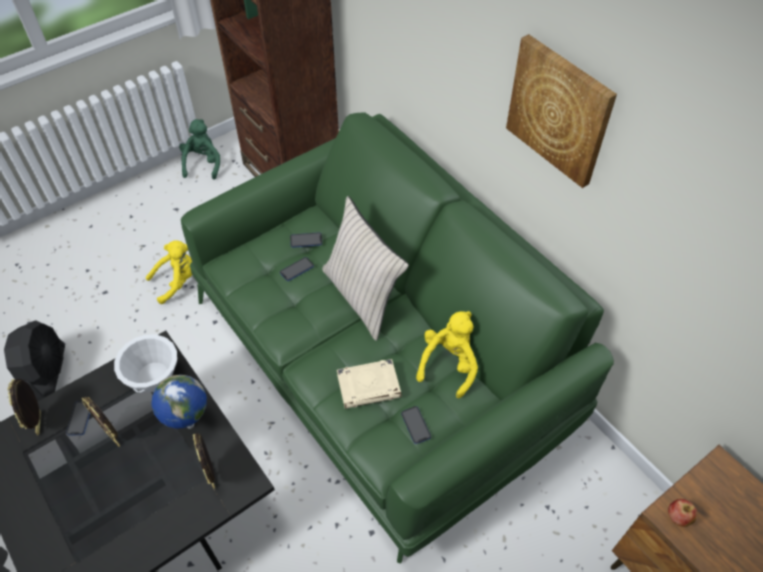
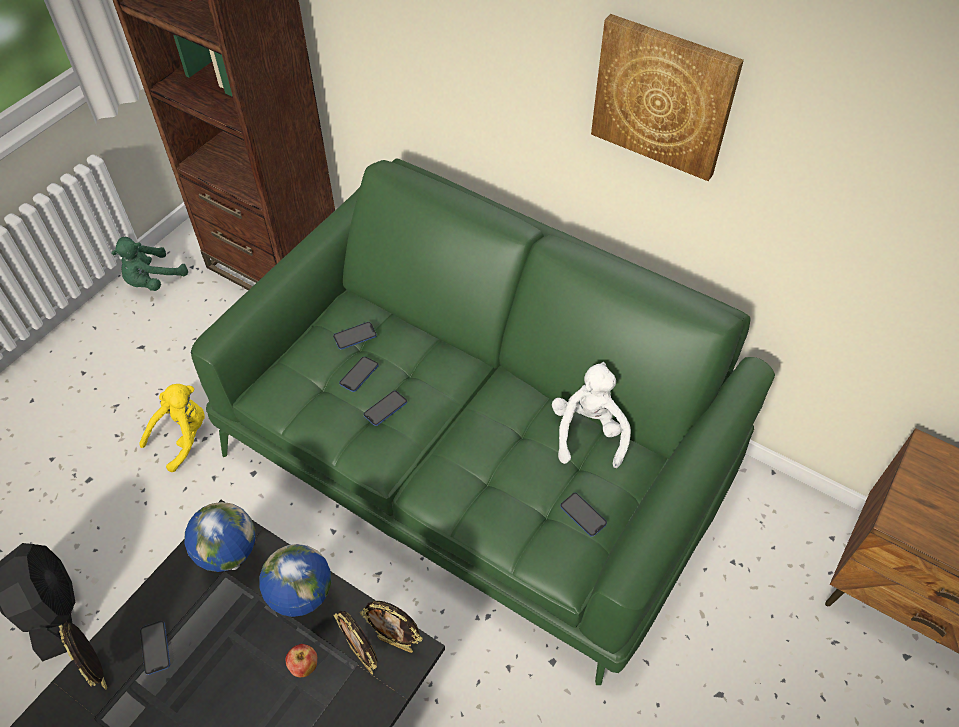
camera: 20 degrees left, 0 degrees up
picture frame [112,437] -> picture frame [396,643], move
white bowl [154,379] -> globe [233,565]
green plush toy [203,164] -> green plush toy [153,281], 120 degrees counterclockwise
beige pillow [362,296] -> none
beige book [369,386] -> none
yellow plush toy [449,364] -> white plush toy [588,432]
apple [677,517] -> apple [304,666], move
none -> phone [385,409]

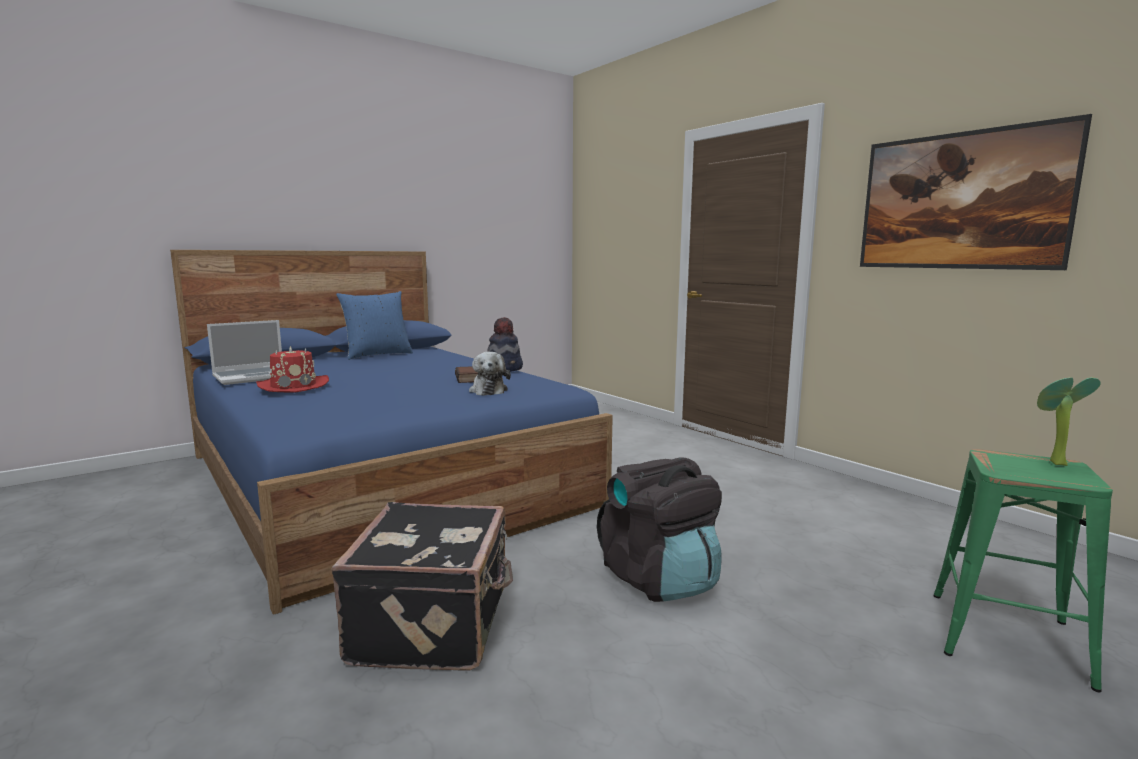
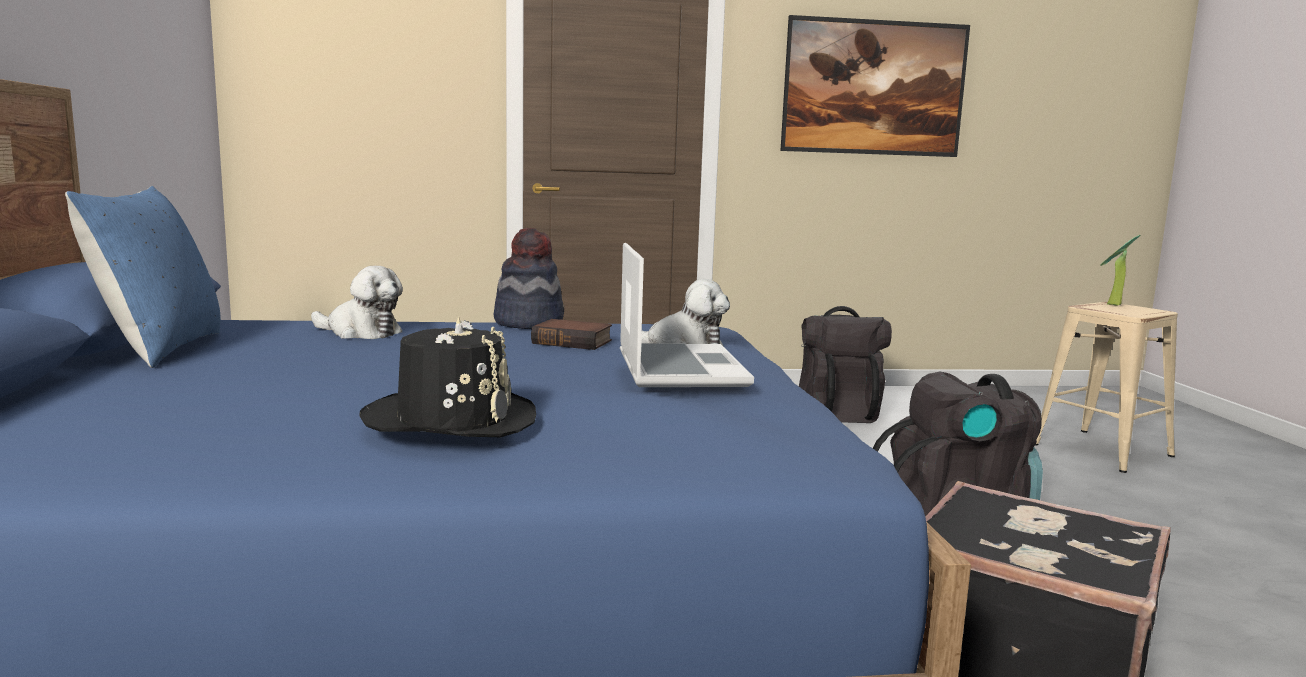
camera: 60 degrees left, 0 degrees up
laptop [255,377] -> laptop [677,369], move
red hat [293,386] -> black hat [451,419]
green stool [1007,638] -> beige stool [1103,450]
none -> plush toy [360,332]
none -> black backpack [837,412]

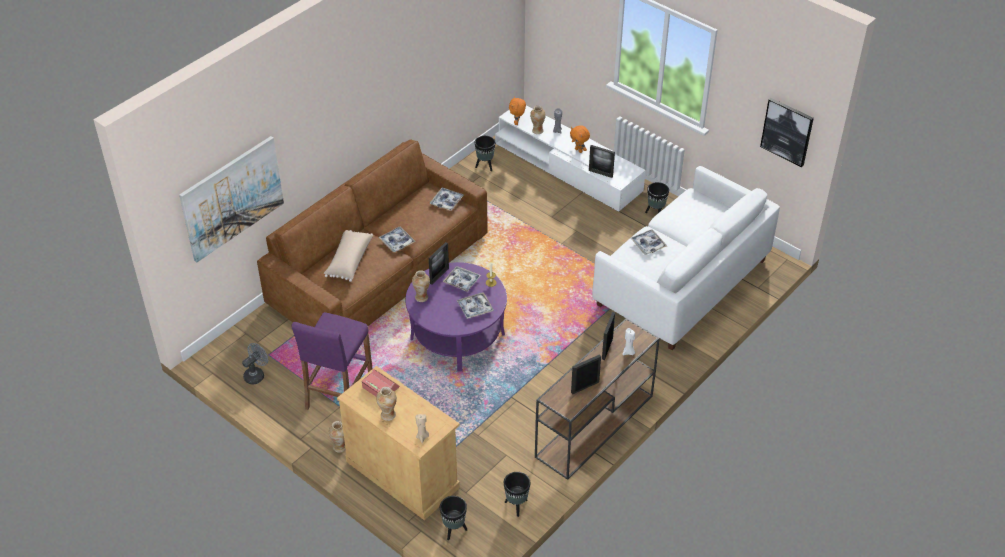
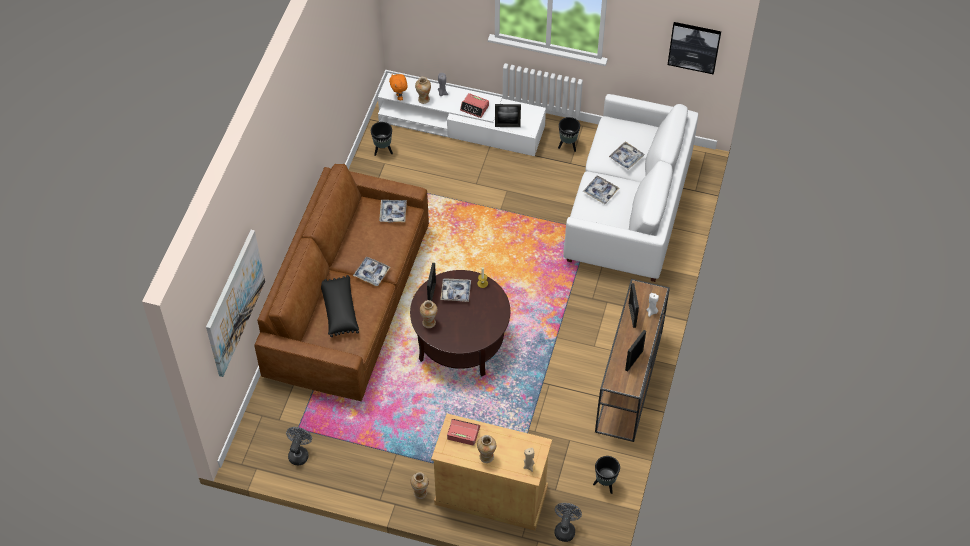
camera: 25 degrees left, 10 degrees up
purple stool [339,392] -> none
beige pillow [348,260] -> black pillow [339,310]
purple coffee table [457,336] -> brown coffee table [460,341]
black planter [453,530] -> grey fan [565,529]
tray [475,308] -> tray [626,158], move
orange plush toy [579,150] -> alarm clock [474,108]

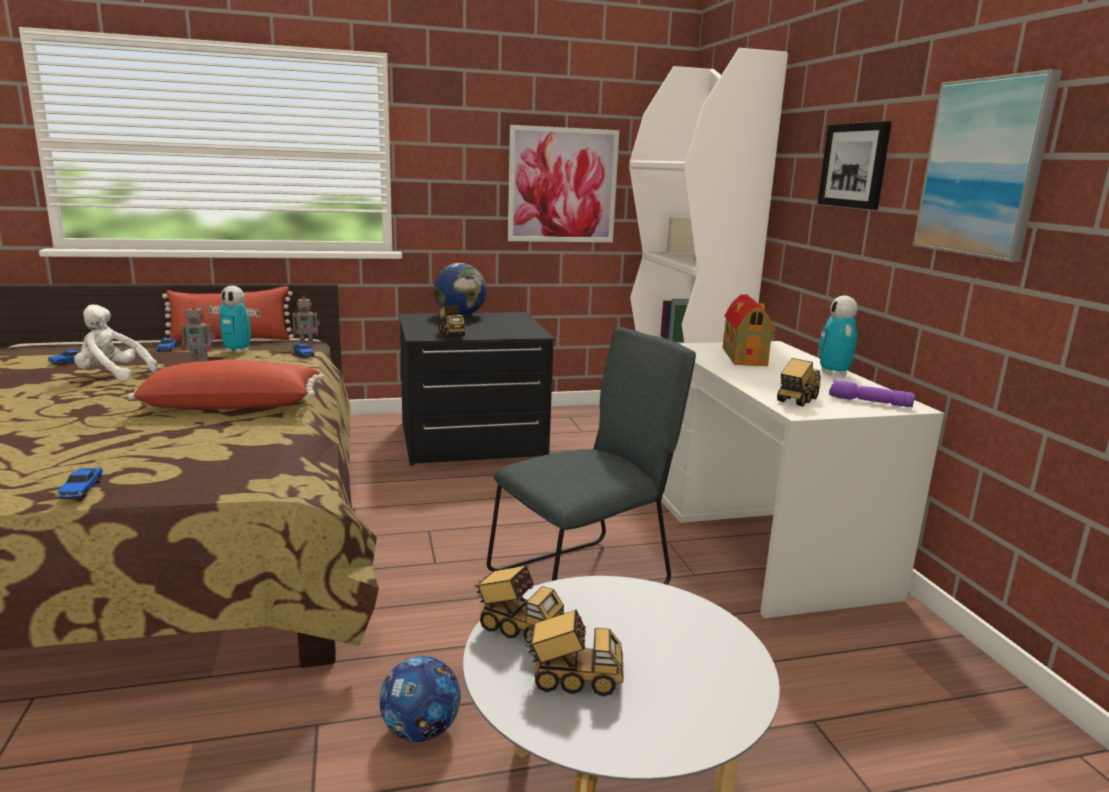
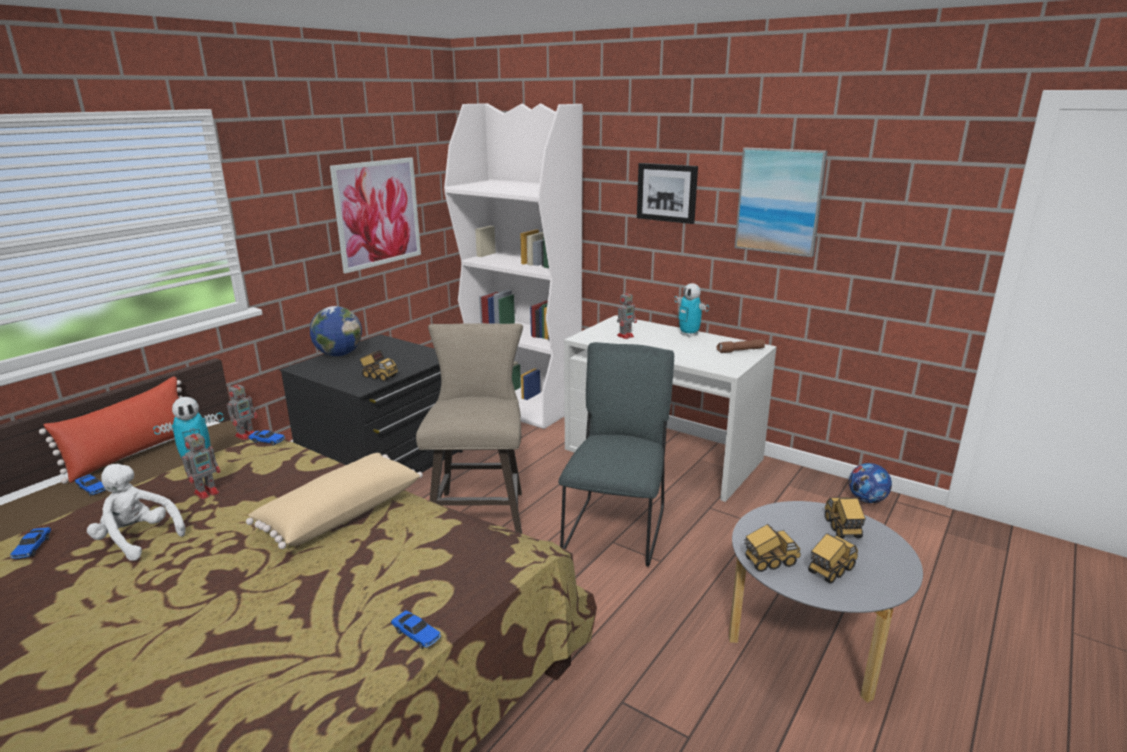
camera: 40 degrees left, 5 degrees up
white plush toy [112,375] -> white plush toy [138,539], 60 degrees clockwise
red pillow [233,405] -> beige pillow [340,513]
football [420,730] -> football [866,500], move
toy house [744,356] -> toy robot [626,336]
toy truck [796,400] -> toy truck [842,529], move
purple flashlight [869,402] -> brown flashlight [740,351]
none -> beige stool [480,509]

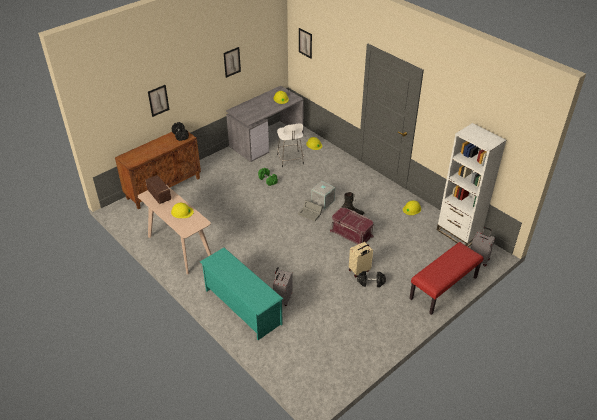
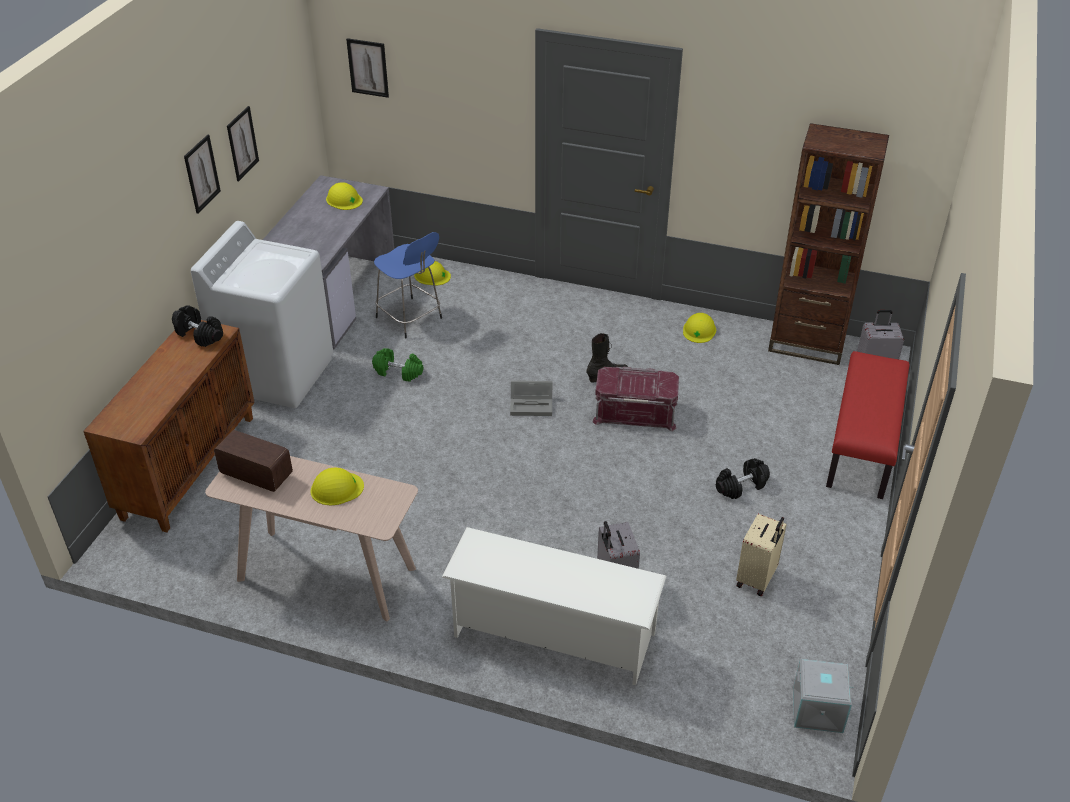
camera: 30 degrees left, 0 degrees up
picture [158,100] -> picture [202,174], move
turquoise shoe rack [242,307] -> white shoe rack [552,635]
white stool [290,160] -> blue stool [410,319]
grey storage box [322,201] -> grey storage box [817,710], move
beige suitcase [359,271] -> beige suitcase [757,579], move
white bookcase [458,233] -> brown bookcase [807,343]
none -> white washing machine [277,373]

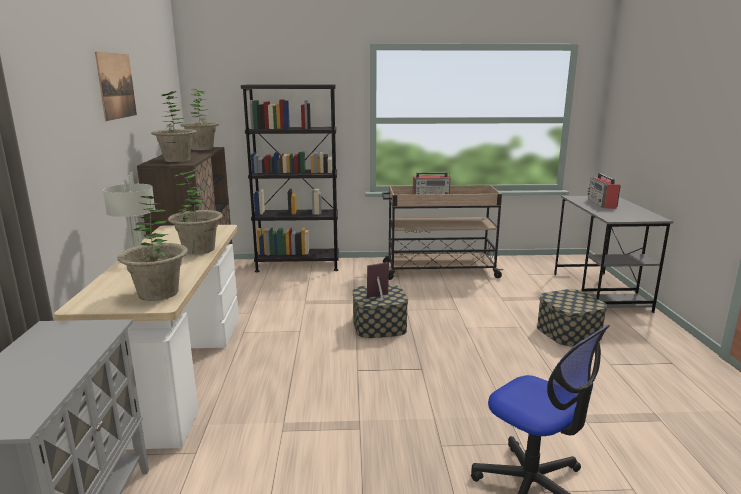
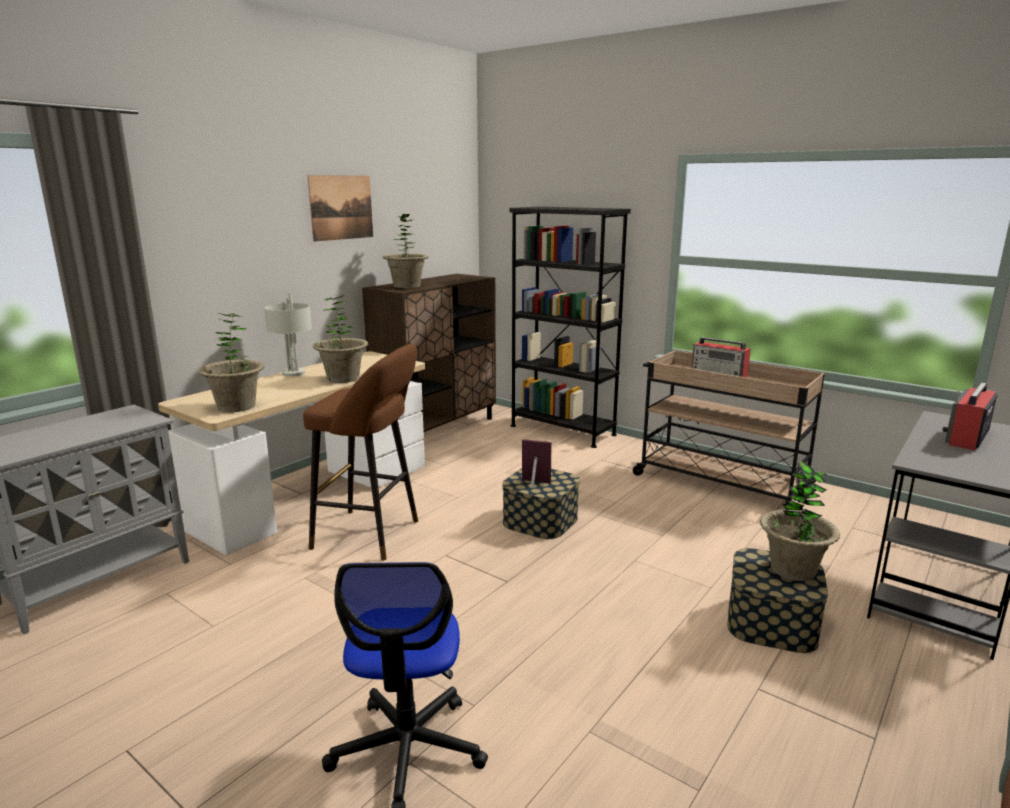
camera: 40 degrees right, 0 degrees up
potted plant [202,148] -> potted plant [792,569], move
none -> brown stool [372,535]

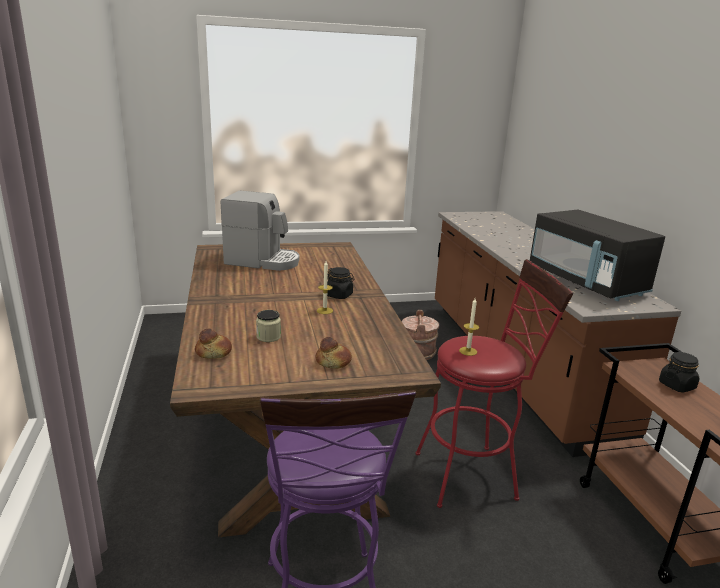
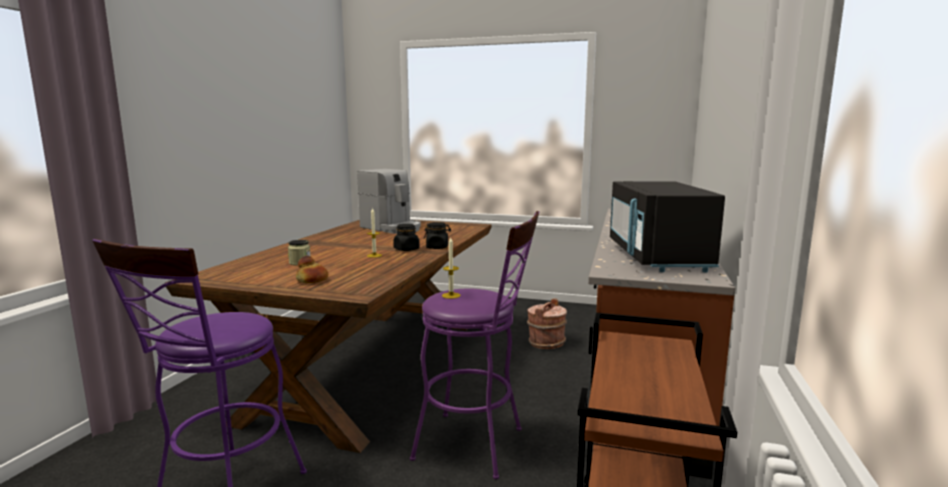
camera: 30 degrees right, 10 degrees down
bread [214,353] -> none
red stool [473,474] -> purple stool [478,445]
black jar [677,385] -> black jar [437,247], move

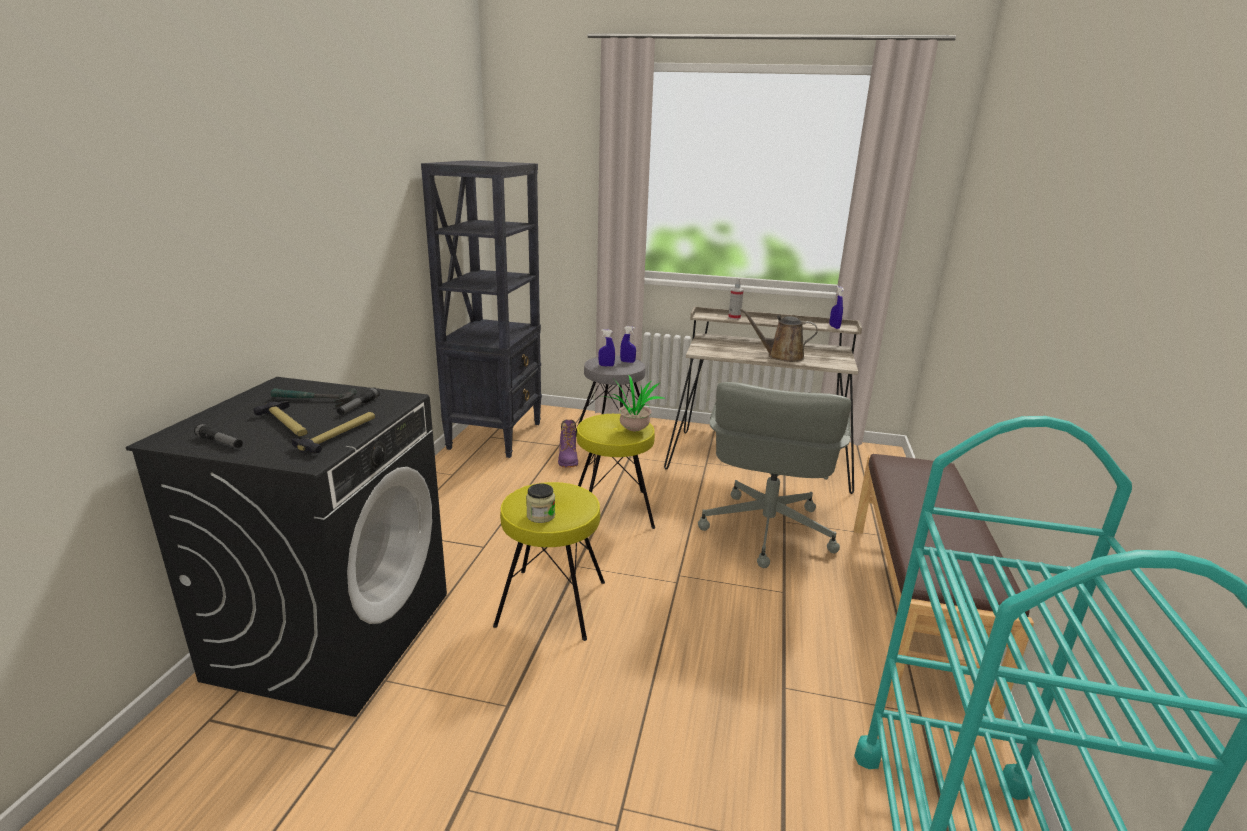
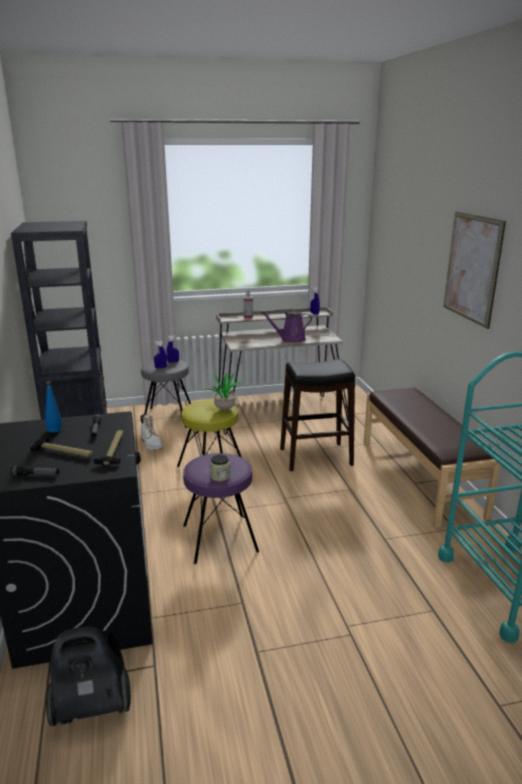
camera: 25 degrees left, 0 degrees up
hammer [312,400] -> blue bottle [55,433]
yellow stool [552,603] -> purple stool [220,537]
purple boot [568,459] -> white boot [151,444]
grey office chair [765,531] -> black stool [315,457]
brown watering can [781,356] -> purple watering can [290,339]
none -> vacuum cleaner [92,705]
none -> picture [472,268]

